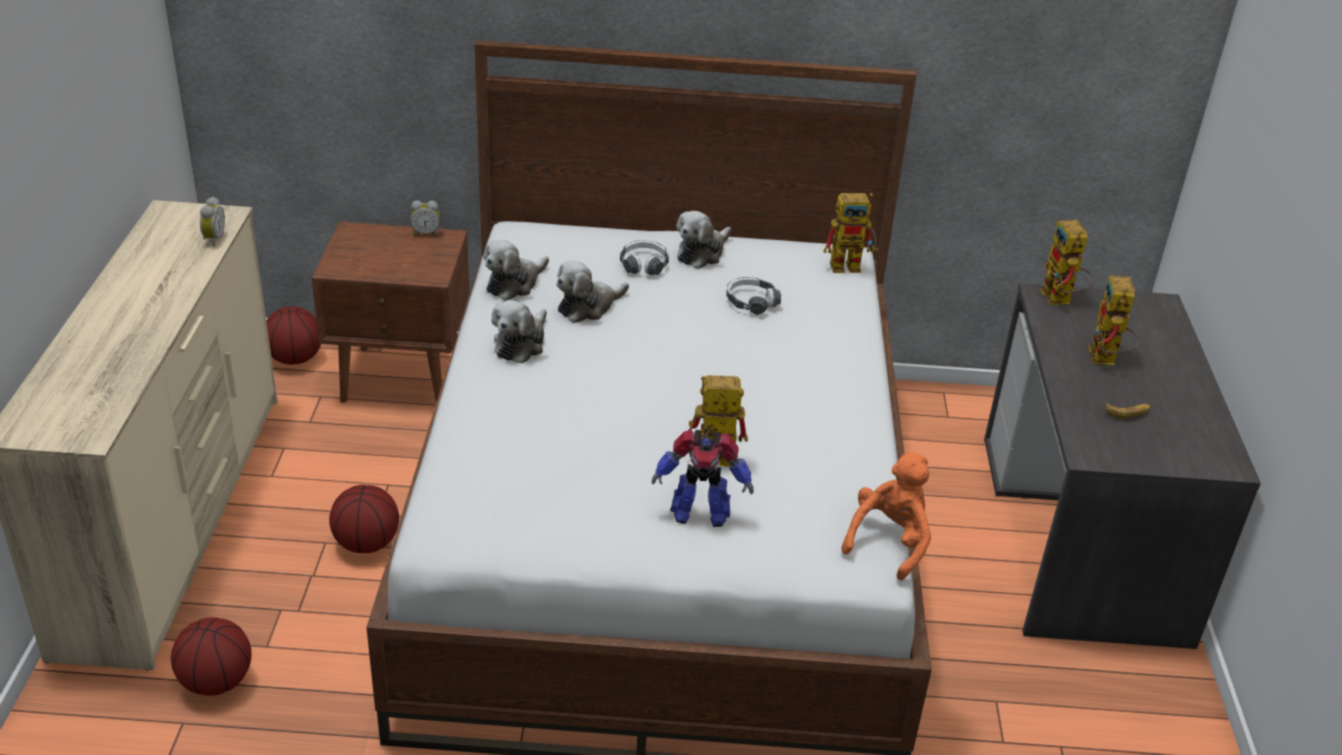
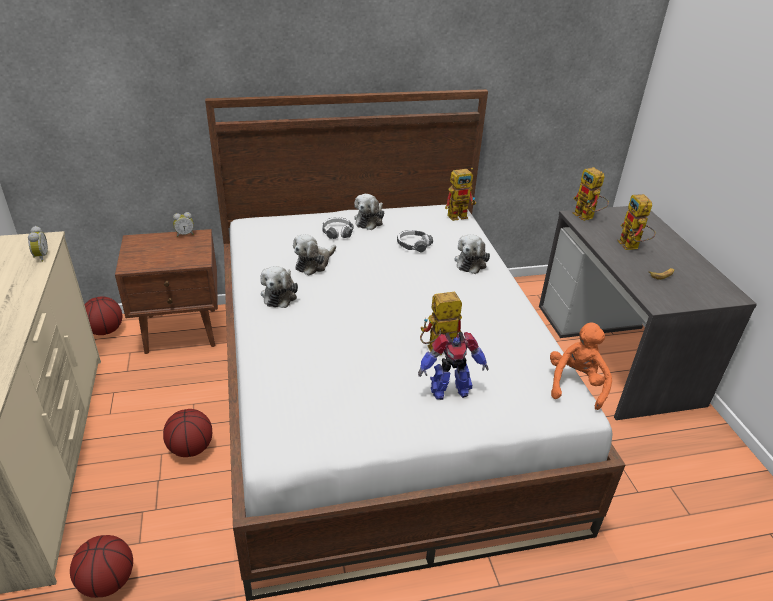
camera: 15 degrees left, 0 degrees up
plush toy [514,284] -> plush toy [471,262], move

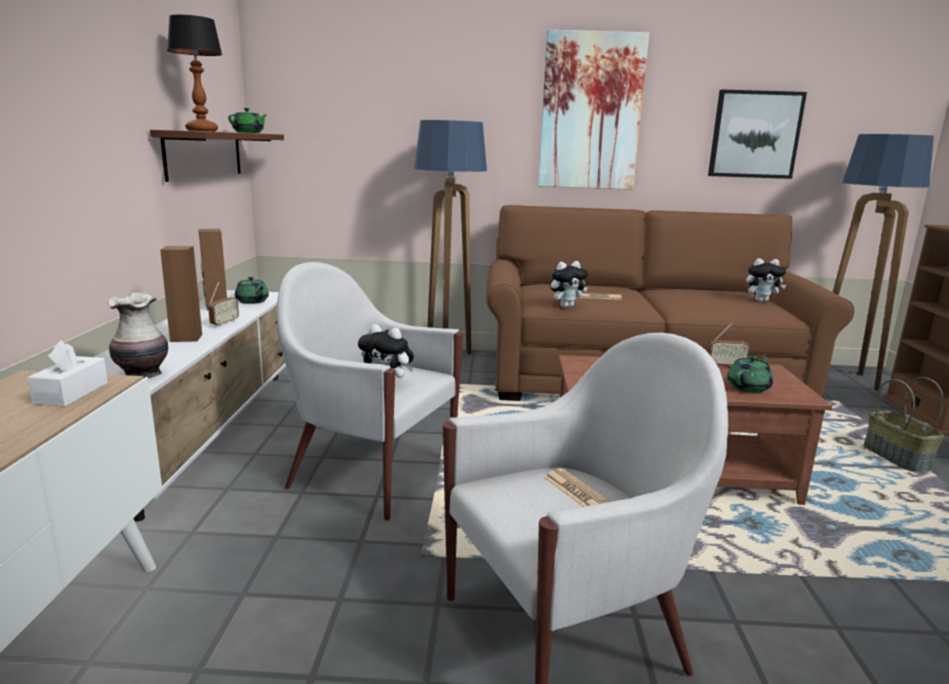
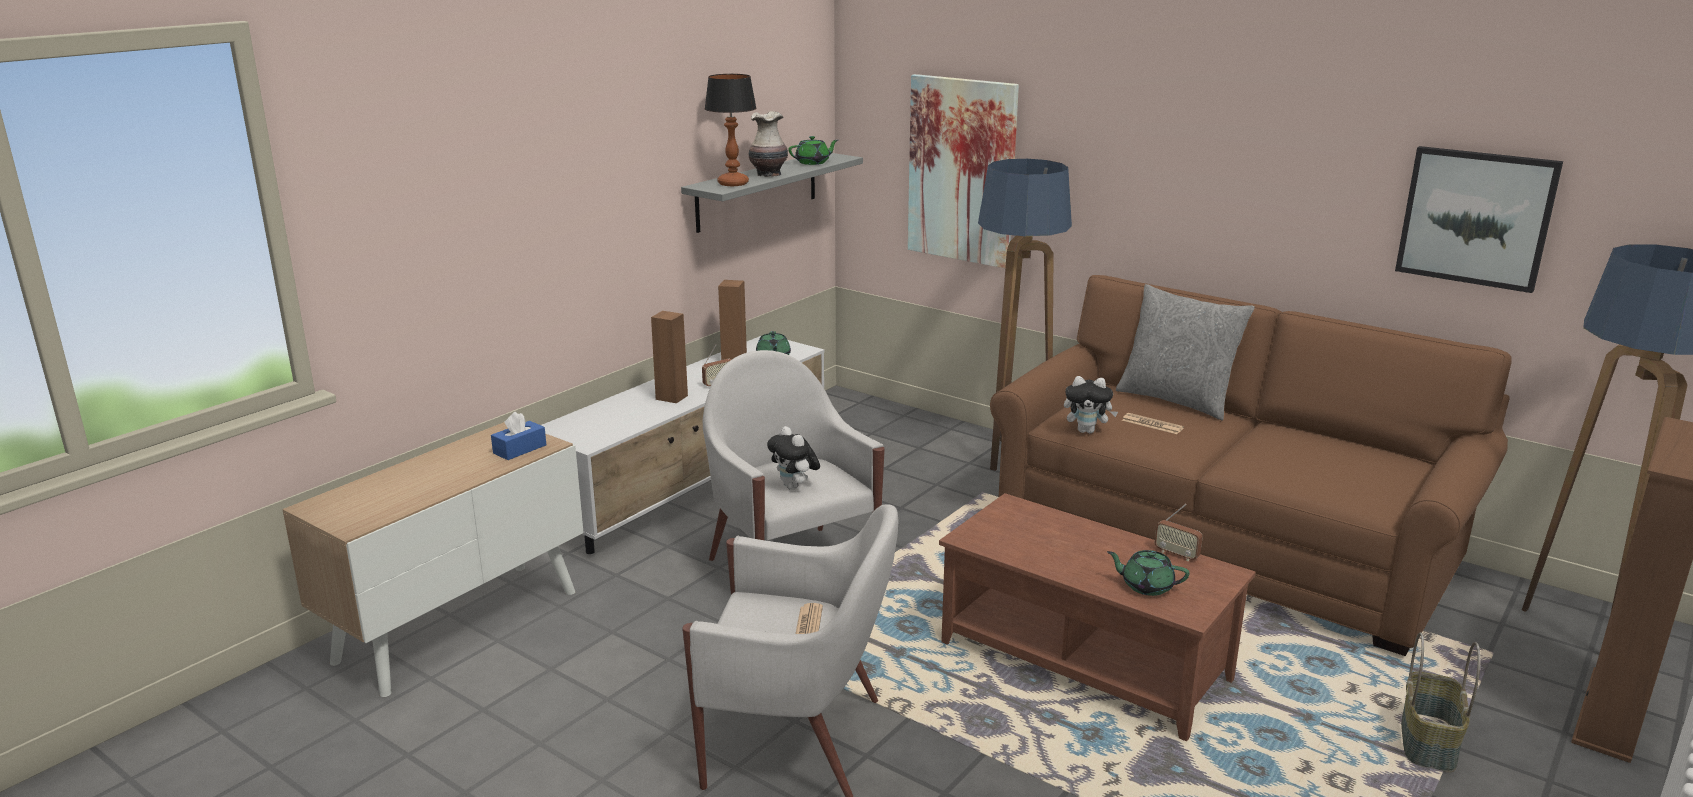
camera: 35 degrees right, 5 degrees up
white tissue box [71,393] -> blue tissue box [520,449]
vase [143,374] -> vase [769,174], move
brown shelf [204,154] -> grey shelf [757,191]
picture [591,112] -> picture [962,170], move
green teapot [749,387] -> green teapot [1146,586], 150 degrees counterclockwise
plush toy [761,301] -> none
none -> grey pillow [1177,400]

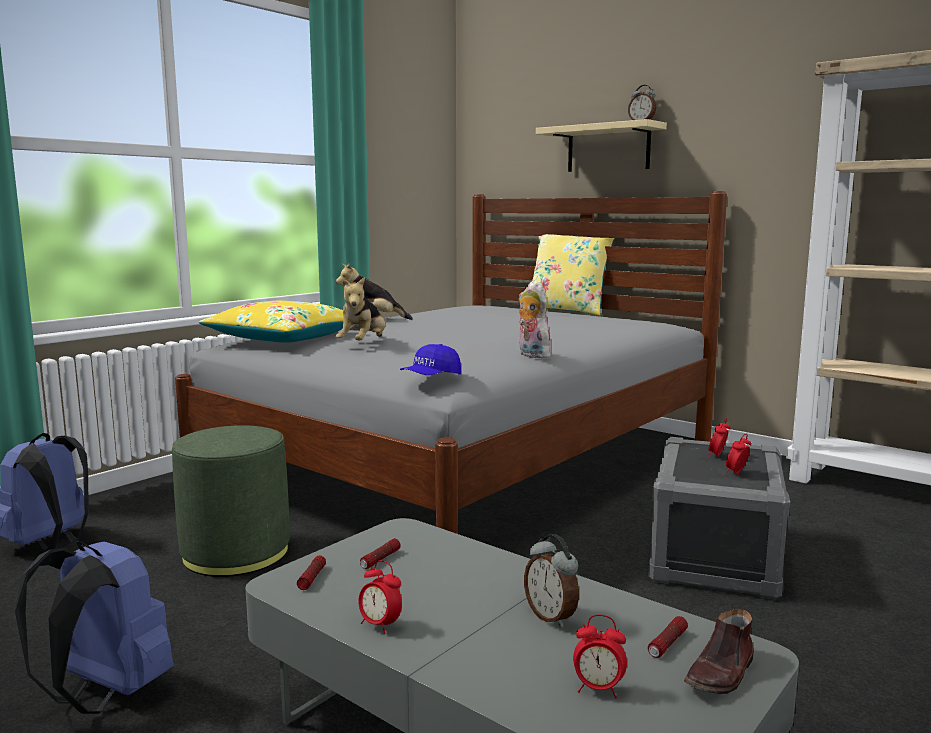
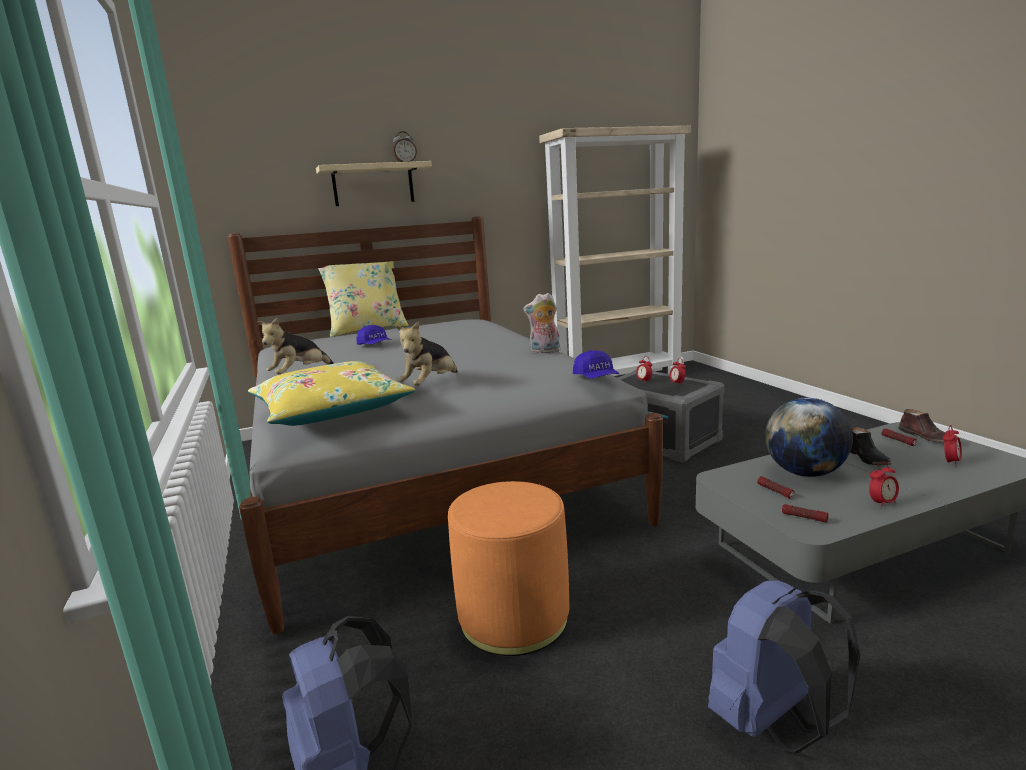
camera: 60 degrees left, 5 degrees up
green ottoman [236,553] -> orange ottoman [514,617]
plush toy [363,344] -> plush toy [430,385], 75 degrees clockwise
alarm clock [551,616] -> black shoe [868,458]
none -> blue cap [375,345]
none -> globe [805,473]

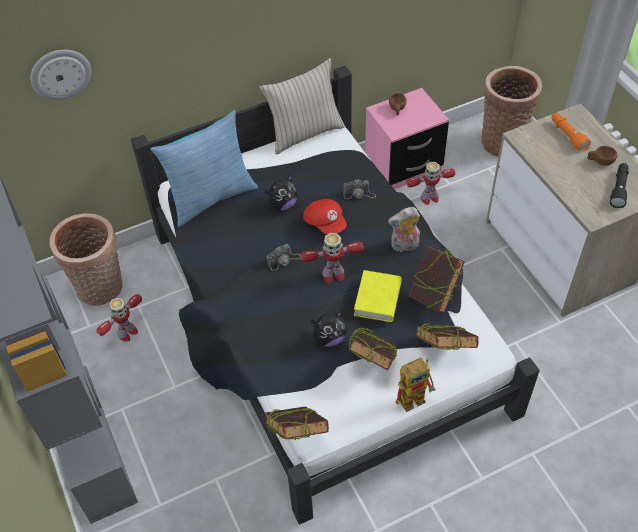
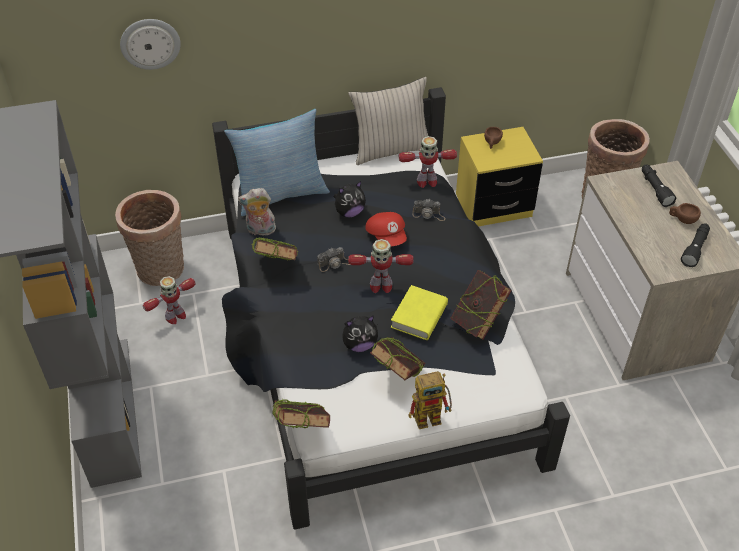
camera: 10 degrees right, 5 degrees down
pink nightstand [403,166] -> yellow nightstand [493,206]
plush toy [404,246] -> plush toy [260,231], move
toy robot [429,198] -> toy robot [426,181], move
book [443,351] -> book [277,267], move
orange flashlight [567,136] -> black flashlight [655,189]

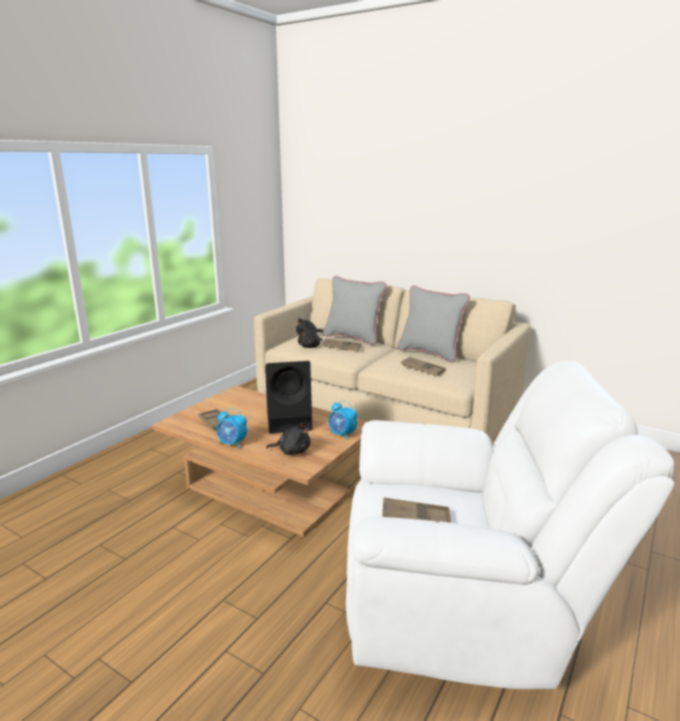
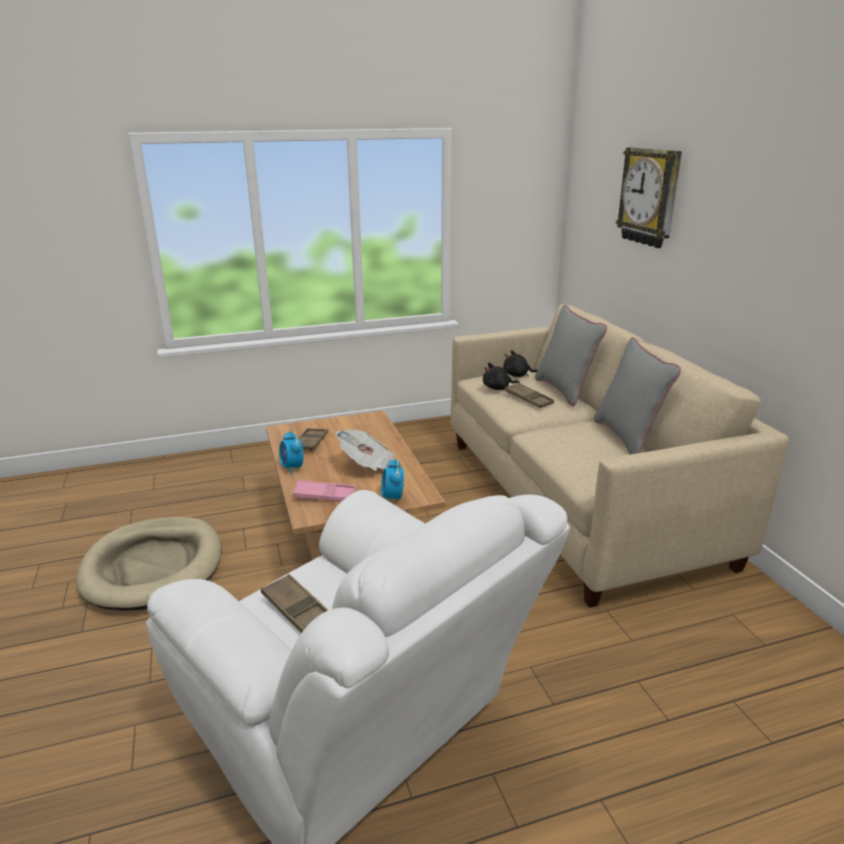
camera: 40 degrees right, 5 degrees up
black speaker [290,422] -> newspaper [369,466]
black plush toy [292,451] -> pink tray [325,495]
brown tray [422,369] -> none
none -> beige dog bed [153,567]
none -> wall clock [650,197]

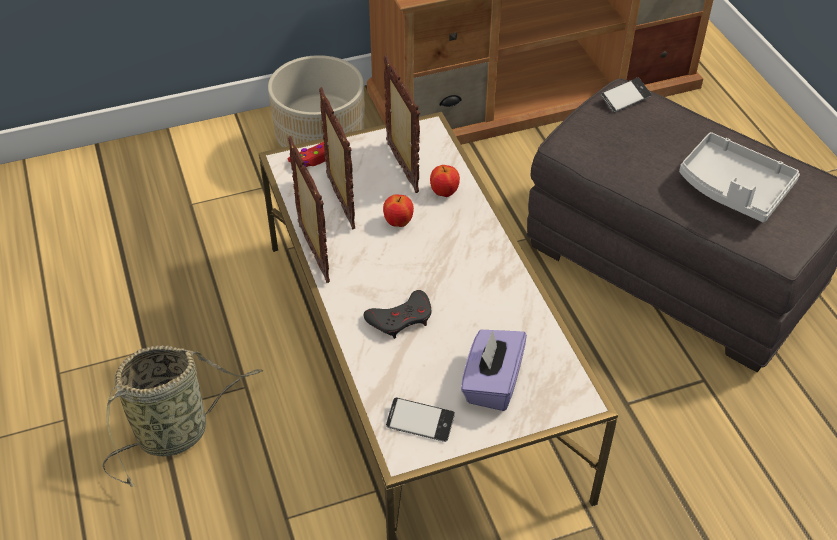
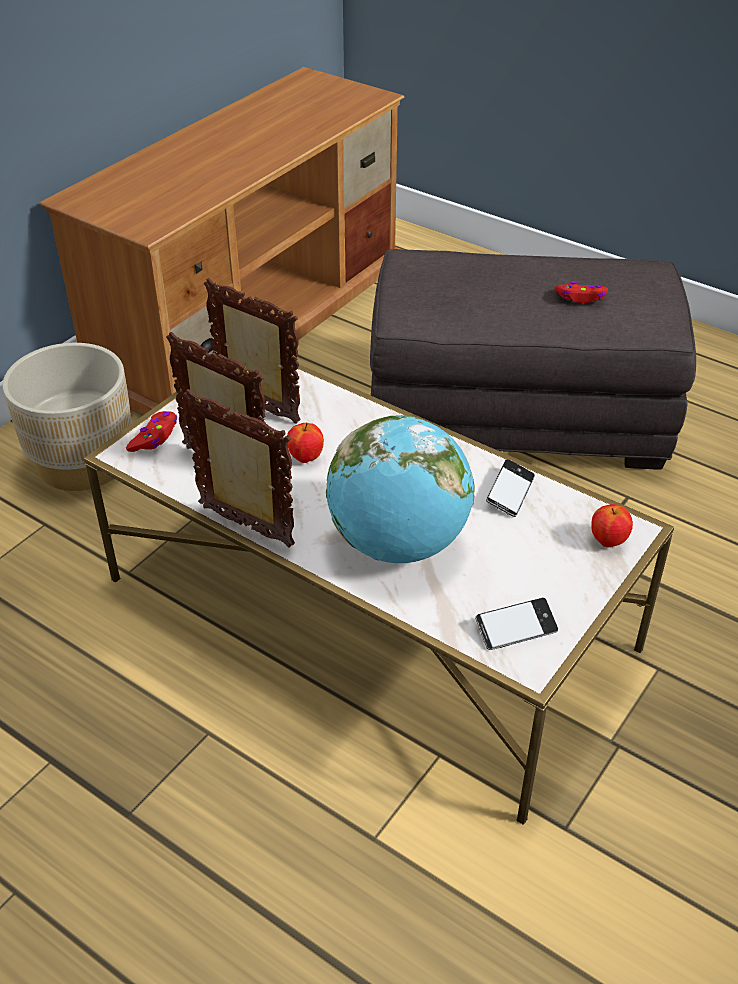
camera: 35 degrees left, 5 degrees down
basket [177,432] -> none
grey game controller [401,318] -> globe [399,543]
apple [444,193] -> apple [608,541], move
purple tissue box [492,383] -> none
phone [625,98] -> phone [510,492], move
grey tray [733,188] -> red game controller [581,297]

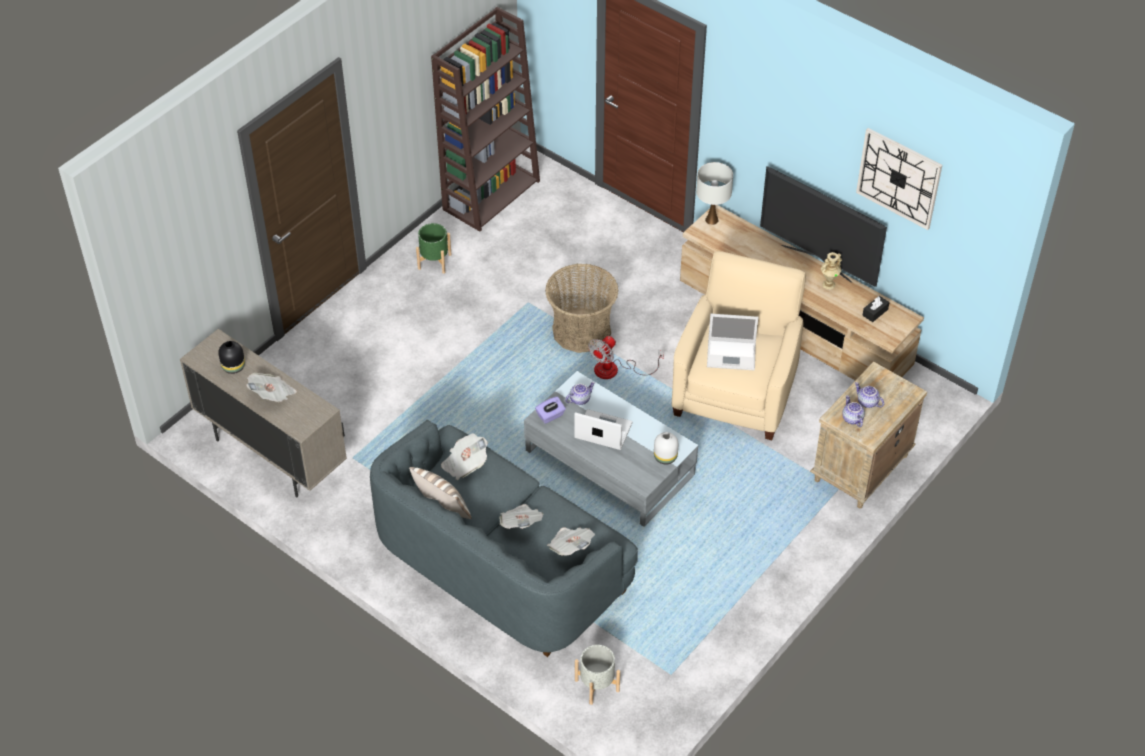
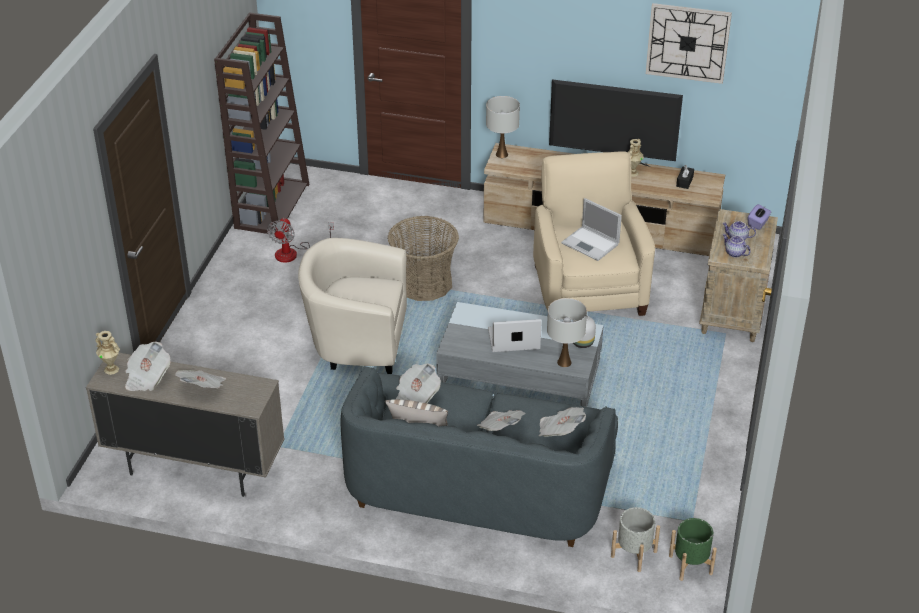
camera: 25 degrees left, 10 degrees down
black vase [233,367] -> newspaper [147,377]
green planter [434,262] -> green planter [690,565], move
purple tissue box [550,416] -> purple tissue box [758,223], move
teapot [580,399] -> none
fan [615,370] -> fan [294,253], move
laptop [732,354] -> laptop [591,244], 60 degrees clockwise
none -> beige vase [111,369]
none -> beige armchair [356,342]
none -> white table lamp [564,362]

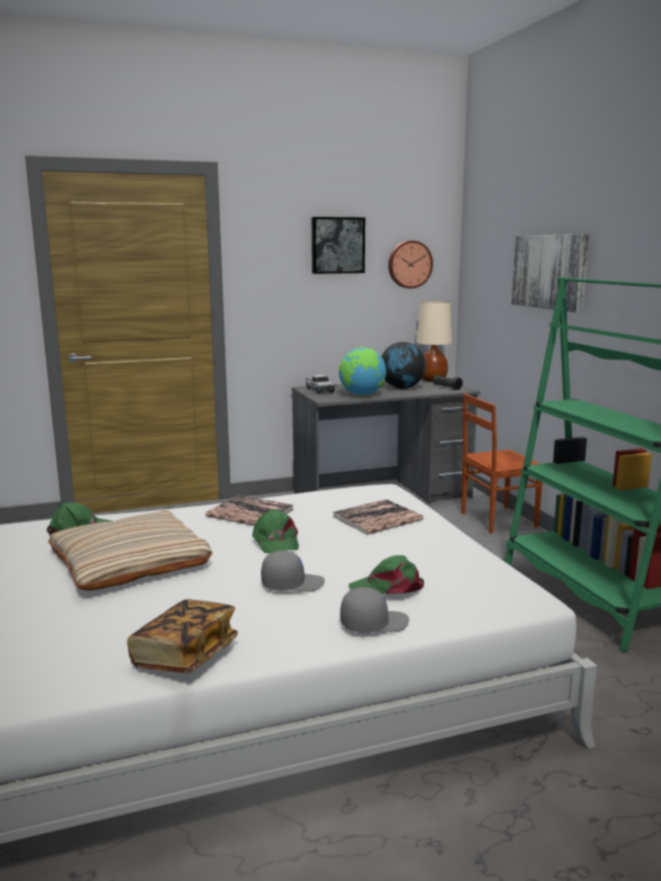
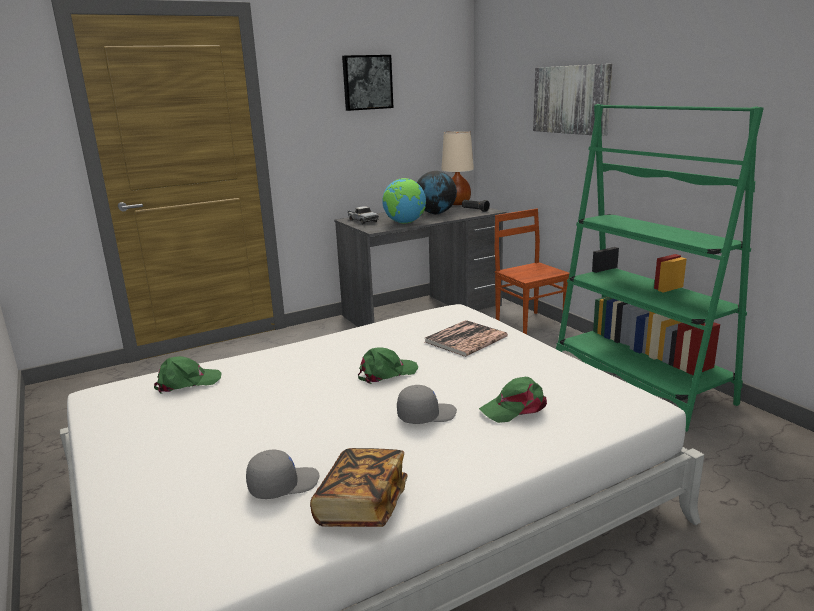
camera: 10 degrees left, 5 degrees up
beige pillow [129,560] -> none
book [250,513] -> none
green cap [275,541] -> green cap [386,373], 90 degrees counterclockwise
grey cap [373,623] -> grey cap [283,484], move
wall clock [409,264] -> none
brown chair [496,519] -> brown chair [530,323], 90 degrees clockwise

